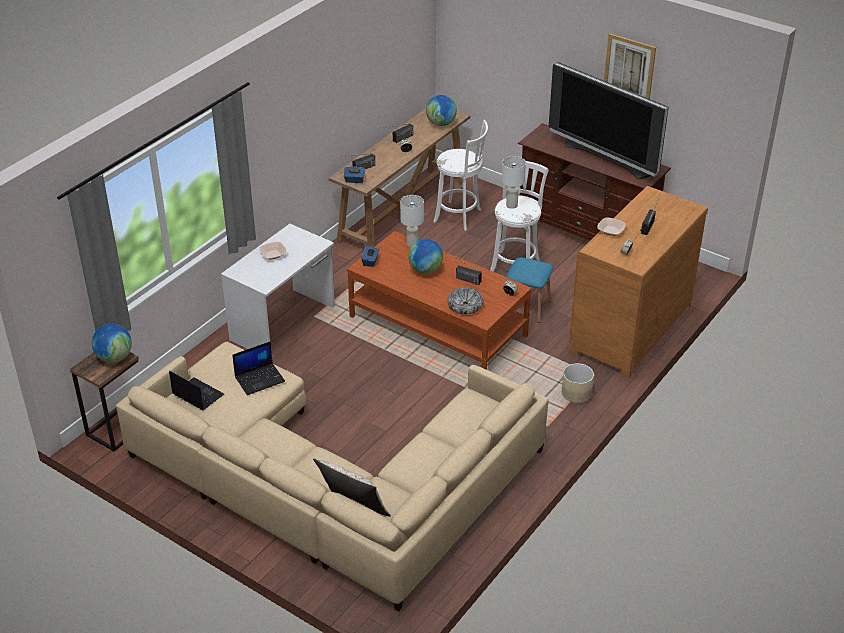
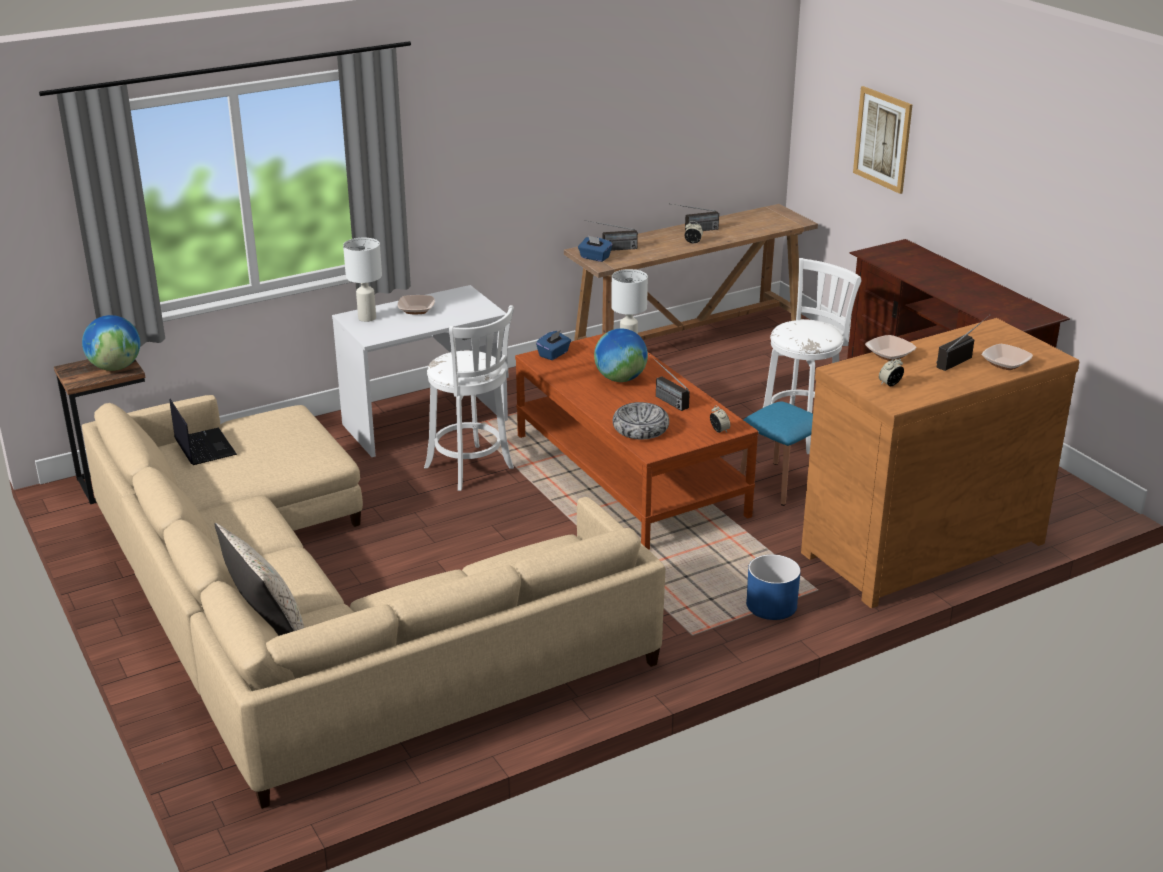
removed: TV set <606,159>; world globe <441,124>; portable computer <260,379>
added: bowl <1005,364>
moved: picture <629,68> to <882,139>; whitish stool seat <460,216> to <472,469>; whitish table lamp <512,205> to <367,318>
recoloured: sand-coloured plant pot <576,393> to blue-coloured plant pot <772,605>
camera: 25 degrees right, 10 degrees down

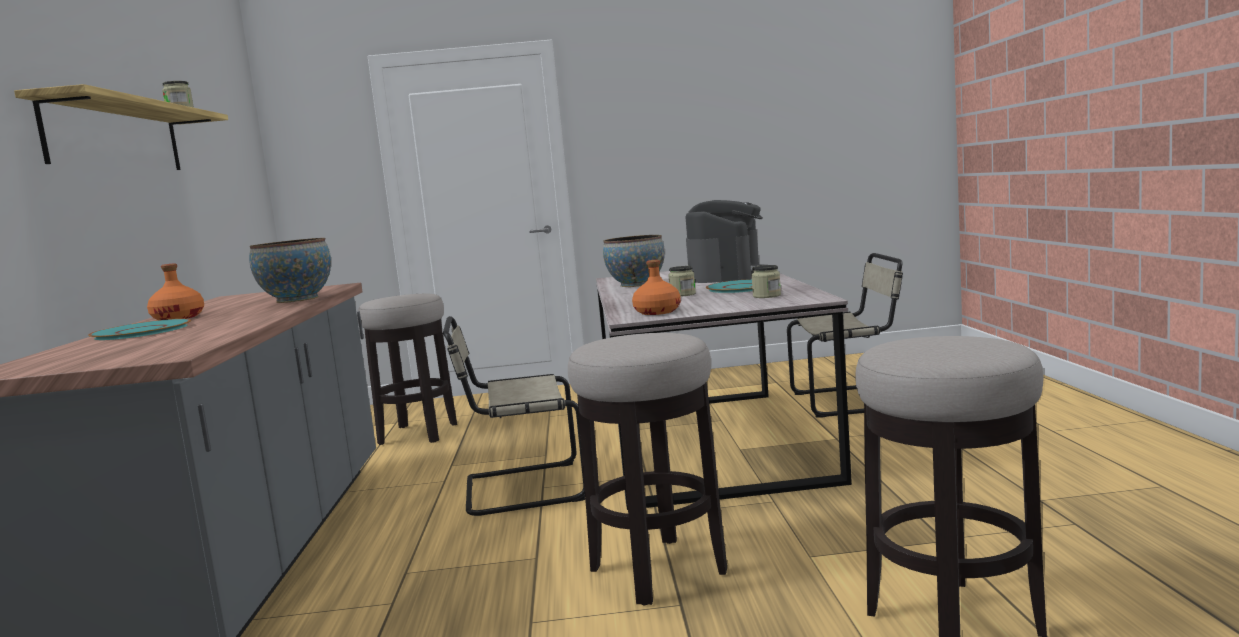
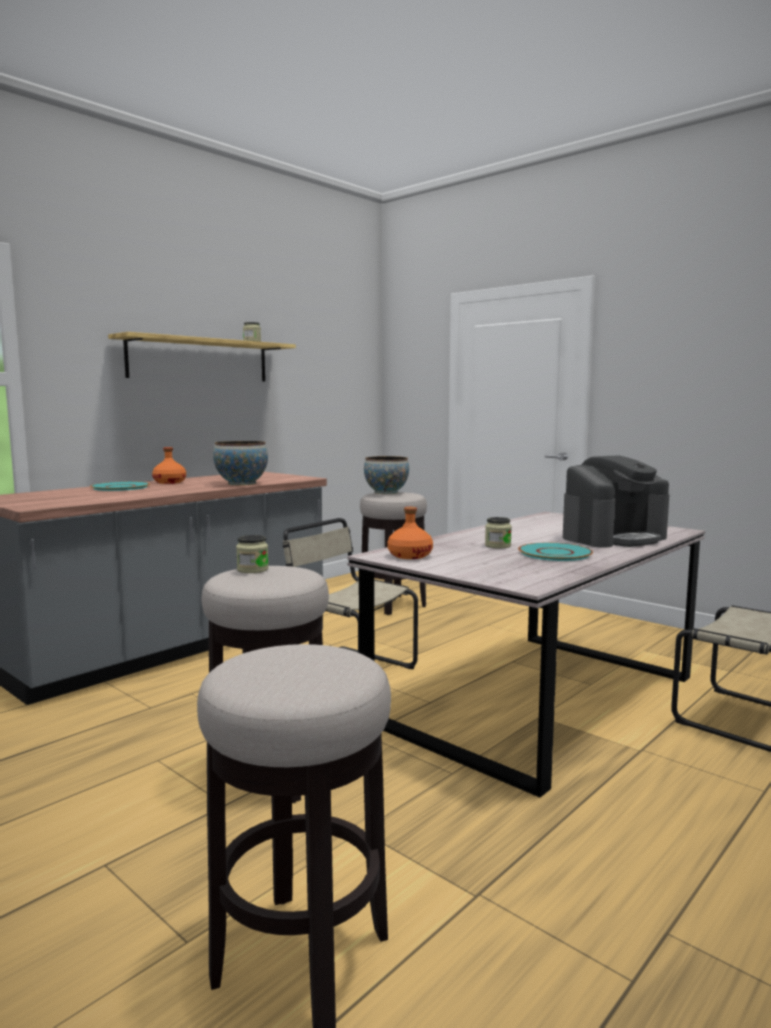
moved: bowl <636,284> to <386,492>; storage jar <767,296> to <252,569>
camera: 45 degrees right, 0 degrees up

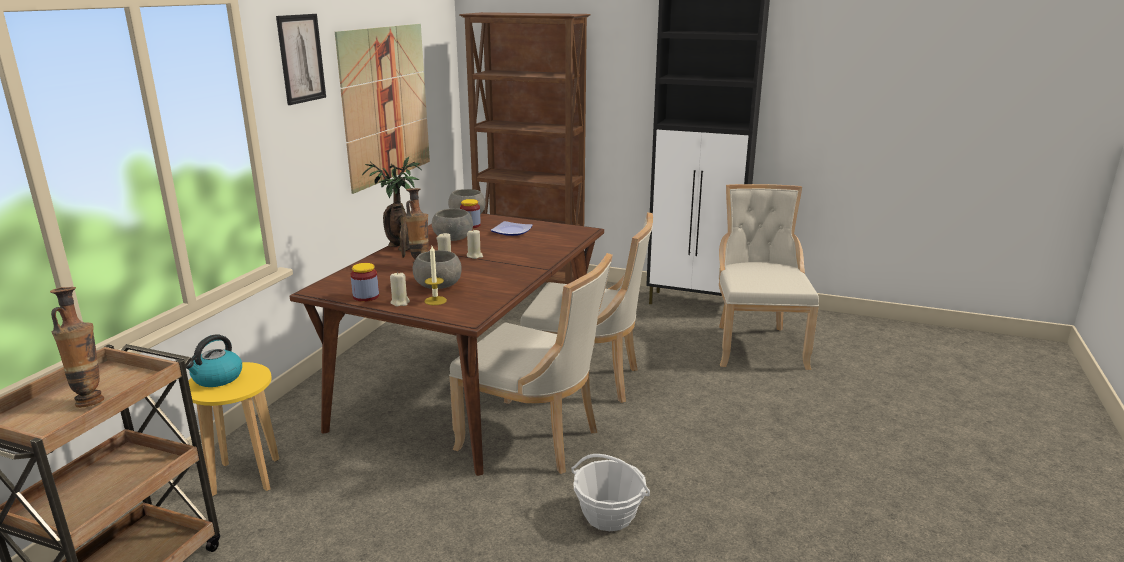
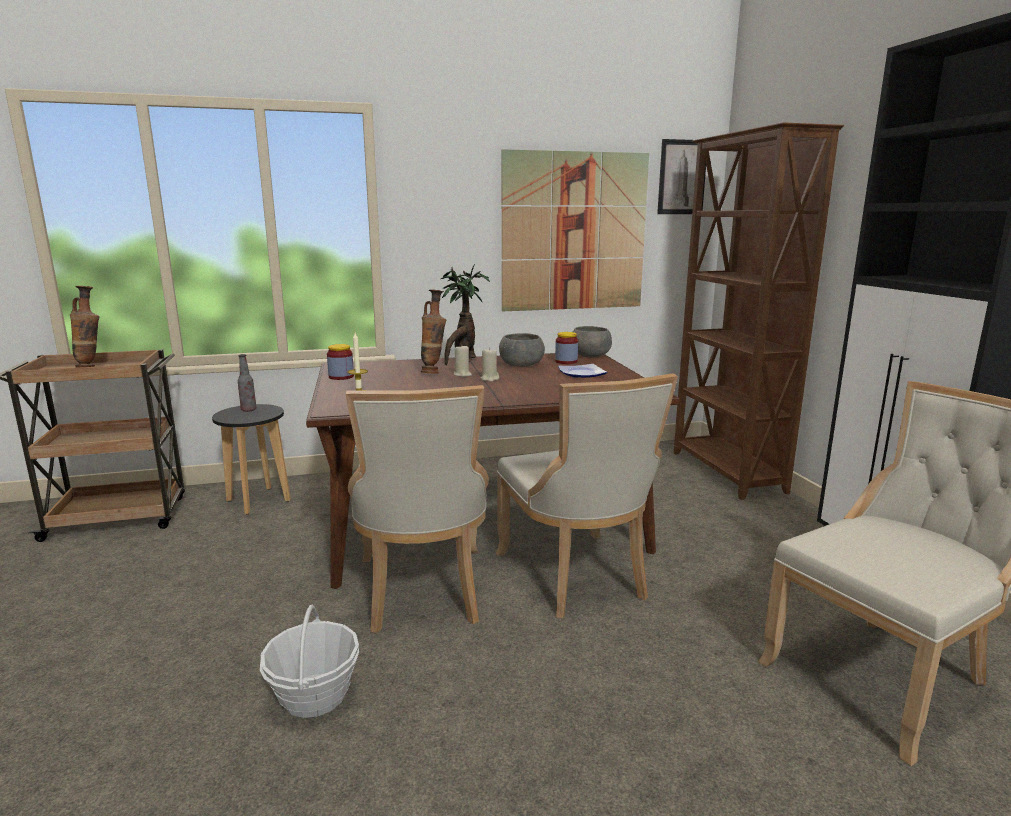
removed: greyish bowl <438,285>; sand-coloured candle <400,302>
moved: picture <301,58> to <682,177>
replaced: water kettle <217,378> to bottle <248,410>
recoloured: yellowish stool seat <245,477> to black-coloured stool seat <258,501>
camera: 55 degrees right, 5 degrees down

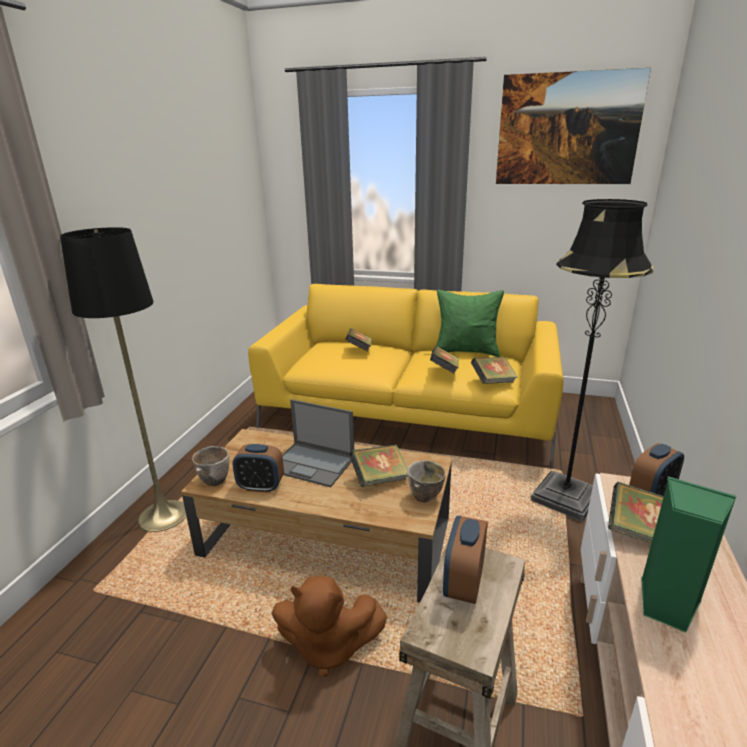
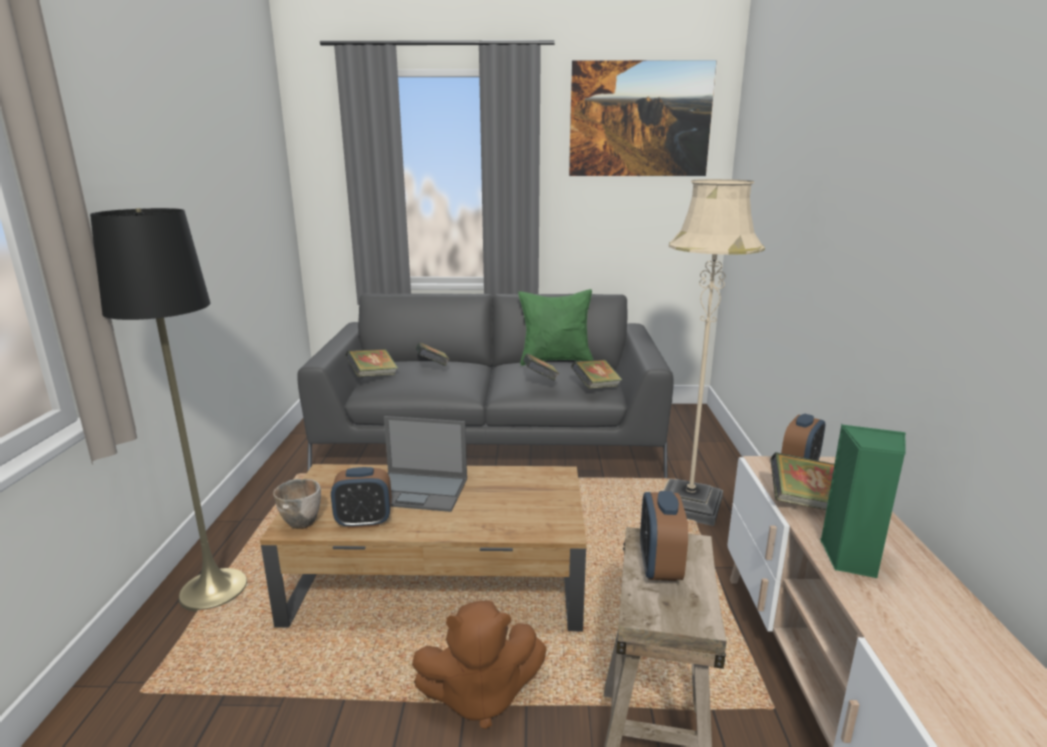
removed: bowl <424,498>
moved: volume <379,479> to <373,376>
recoloured: black-coloured standard lamp <565,498> to sand-coloured standard lamp <689,505>; yellowish couch <408,414> to greyish couch <492,440>
camera: 15 degrees left, 5 degrees down

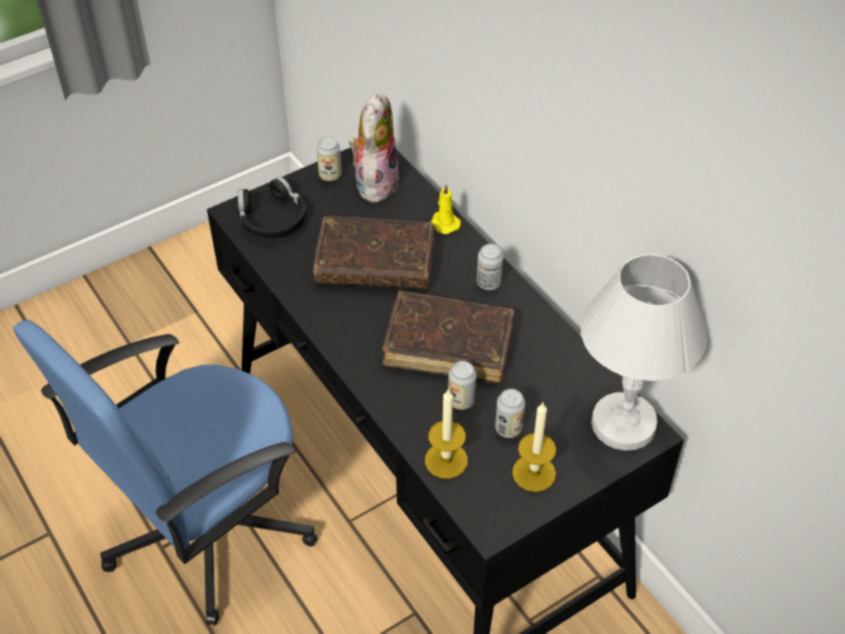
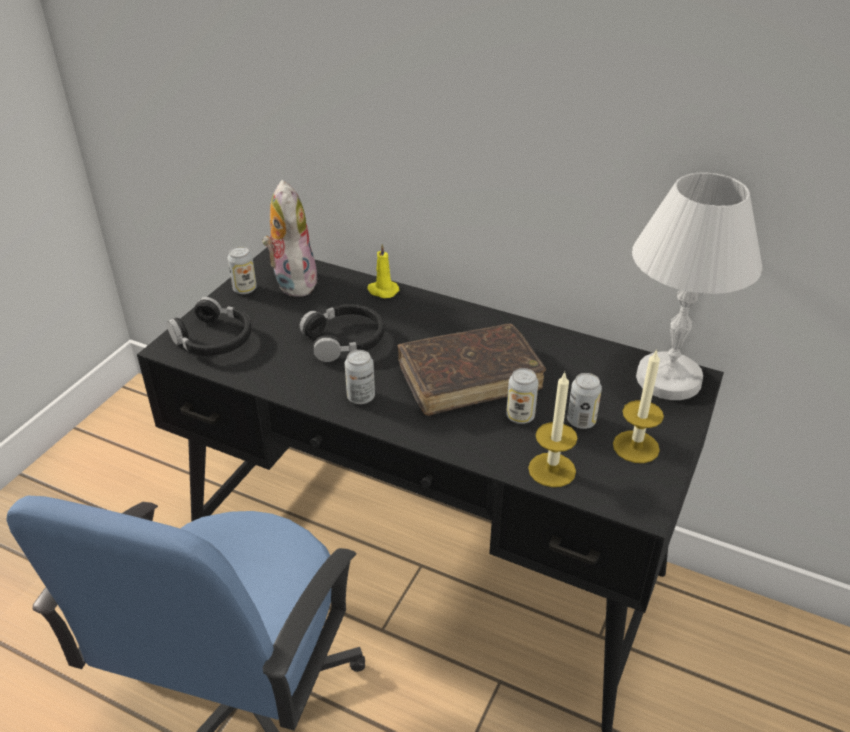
moved: sealed can <489,283> to <361,397>
replaced: brown volume <375,263> to black-coloured pair of headphones <345,340>
camera: 30 degrees left, 10 degrees down

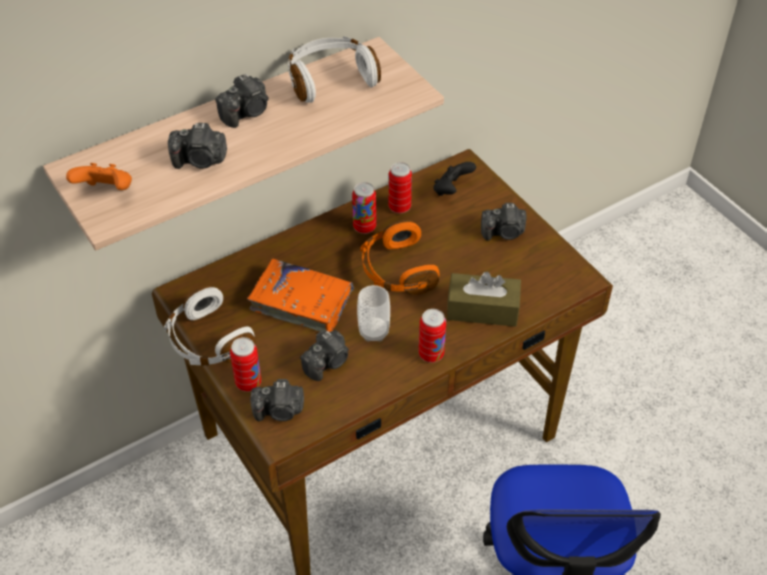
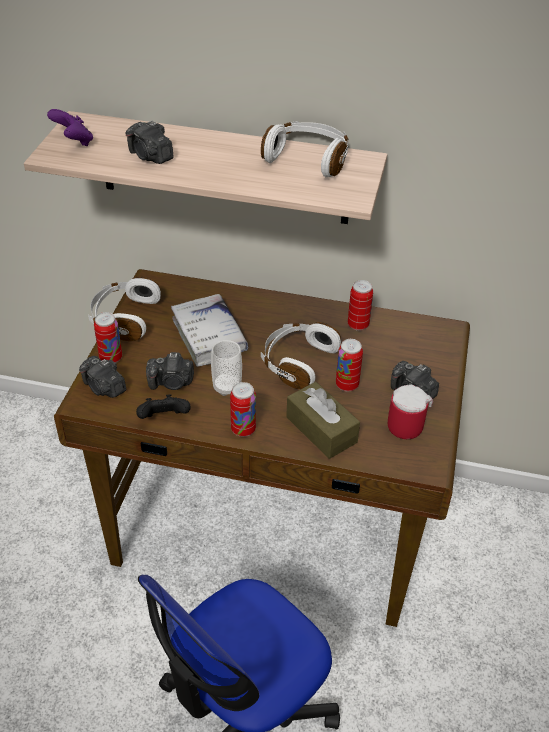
removed: photo camera <246,113>
added: tea mug <404,423>
moved: black-coloured gamepad <452,190> to <164,419>; sealed can <364,227> to <347,385>
recoloured: orangey gamepad <106,192> to purple gamepad <74,142>; orangey pair of headphones <396,271> to whitish pair of headphones <297,362>; orangey volume <301,302> to whitish volume <209,336>
camera: 45 degrees right, 5 degrees down

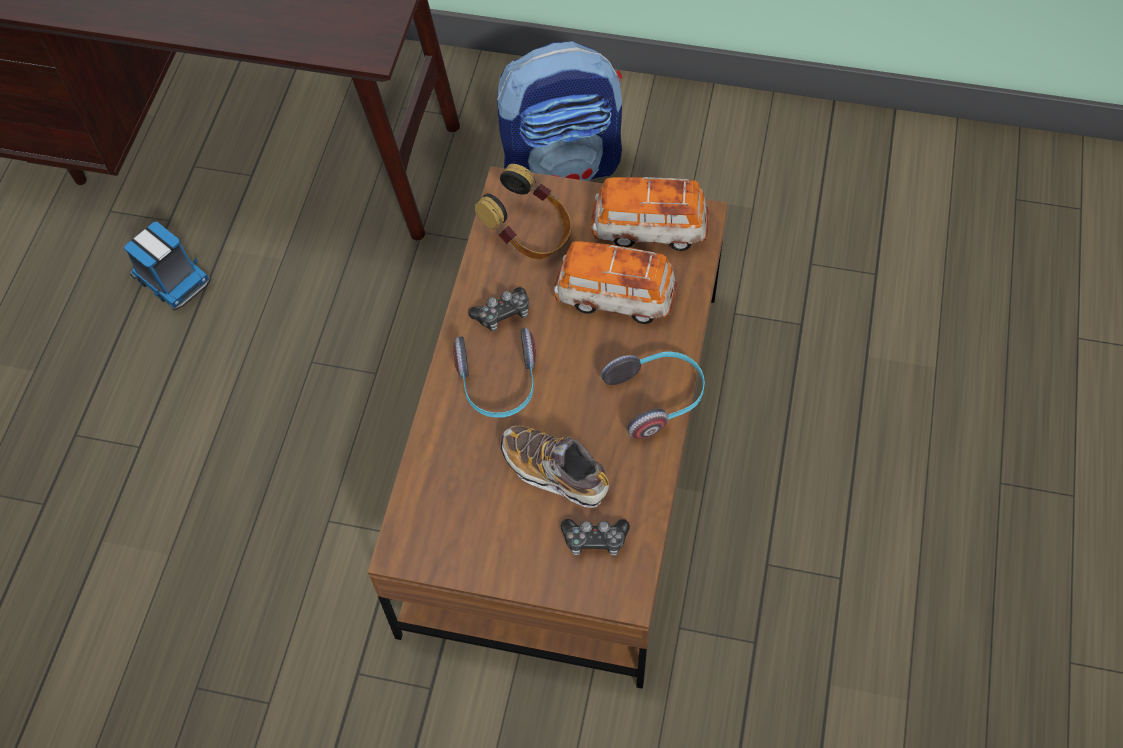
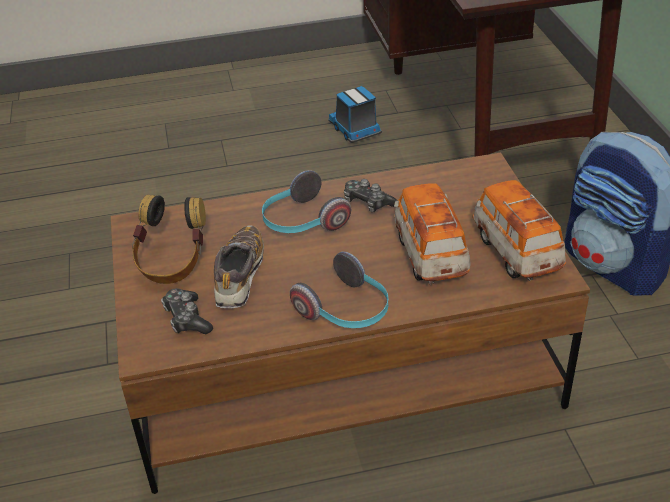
moved: pair of headphones <529,235> to <172,263>
turned: toy truck <171,279> = <355,129> 135 degrees clockwise
camera: 65 degrees right, 20 degrees down

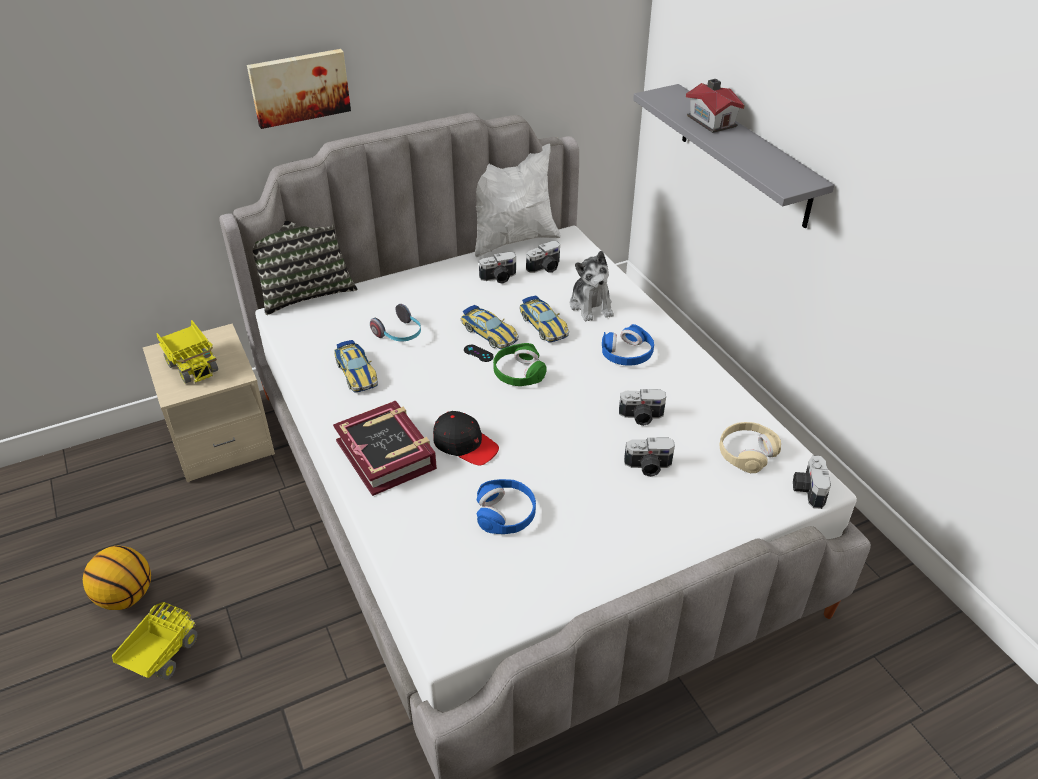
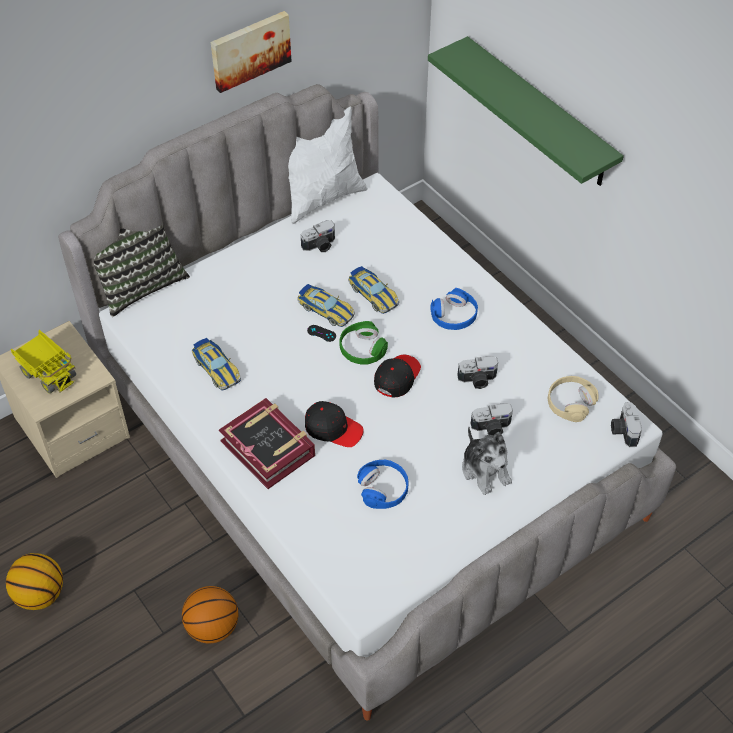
removed: model house <712,120>; photo camera <545,268>; pair of headphones <400,334>; toy truck <162,656>
added: black-coloured peaked cap <397,377>; ball for basketball <212,627>
moved: picture <299,87> to <249,50>; plush toy <591,305> to <485,470>
recoloured: greyish shelf <745,155> to green-coloured shelf <539,113>
camera: 10 degrees left, 10 degrees up

